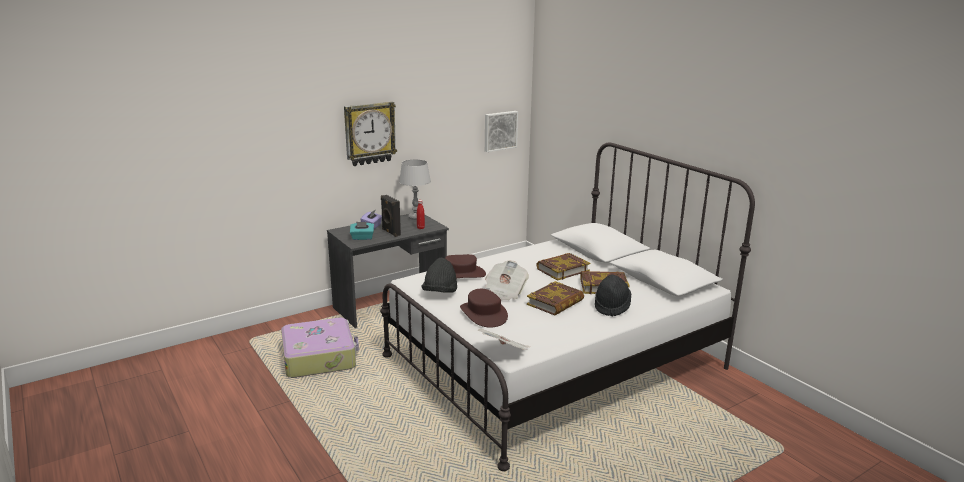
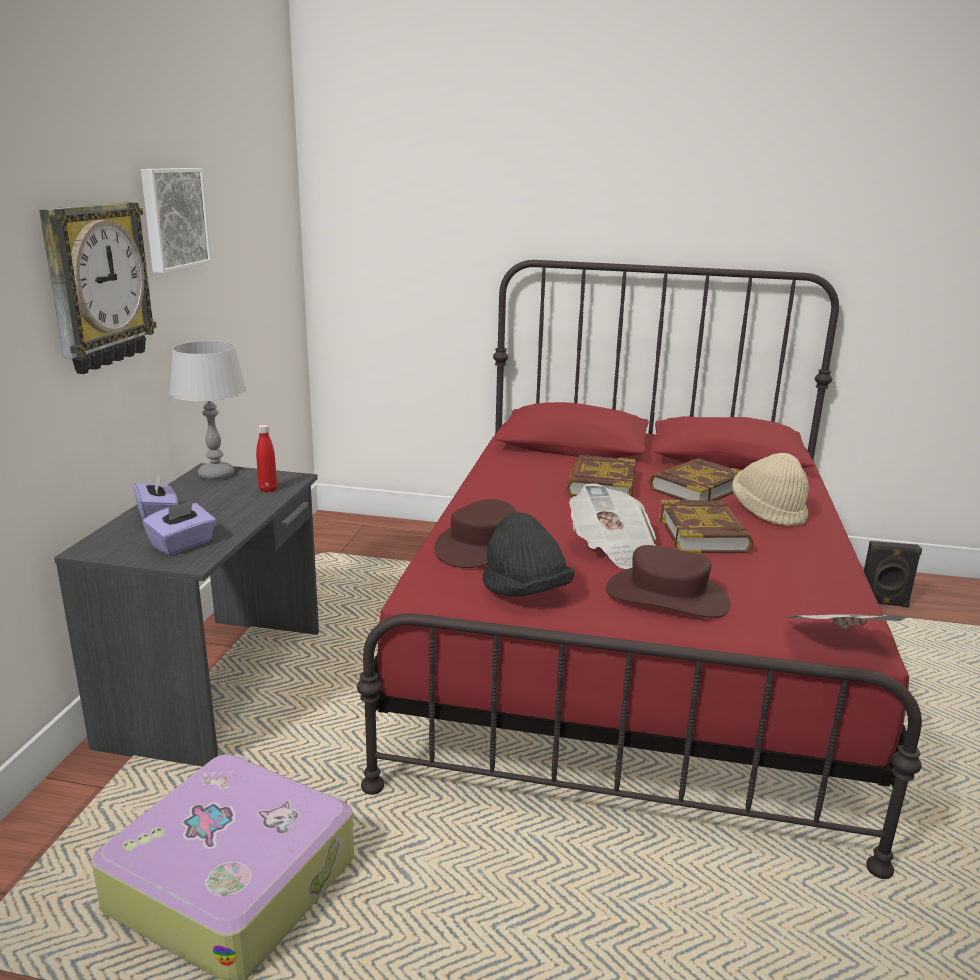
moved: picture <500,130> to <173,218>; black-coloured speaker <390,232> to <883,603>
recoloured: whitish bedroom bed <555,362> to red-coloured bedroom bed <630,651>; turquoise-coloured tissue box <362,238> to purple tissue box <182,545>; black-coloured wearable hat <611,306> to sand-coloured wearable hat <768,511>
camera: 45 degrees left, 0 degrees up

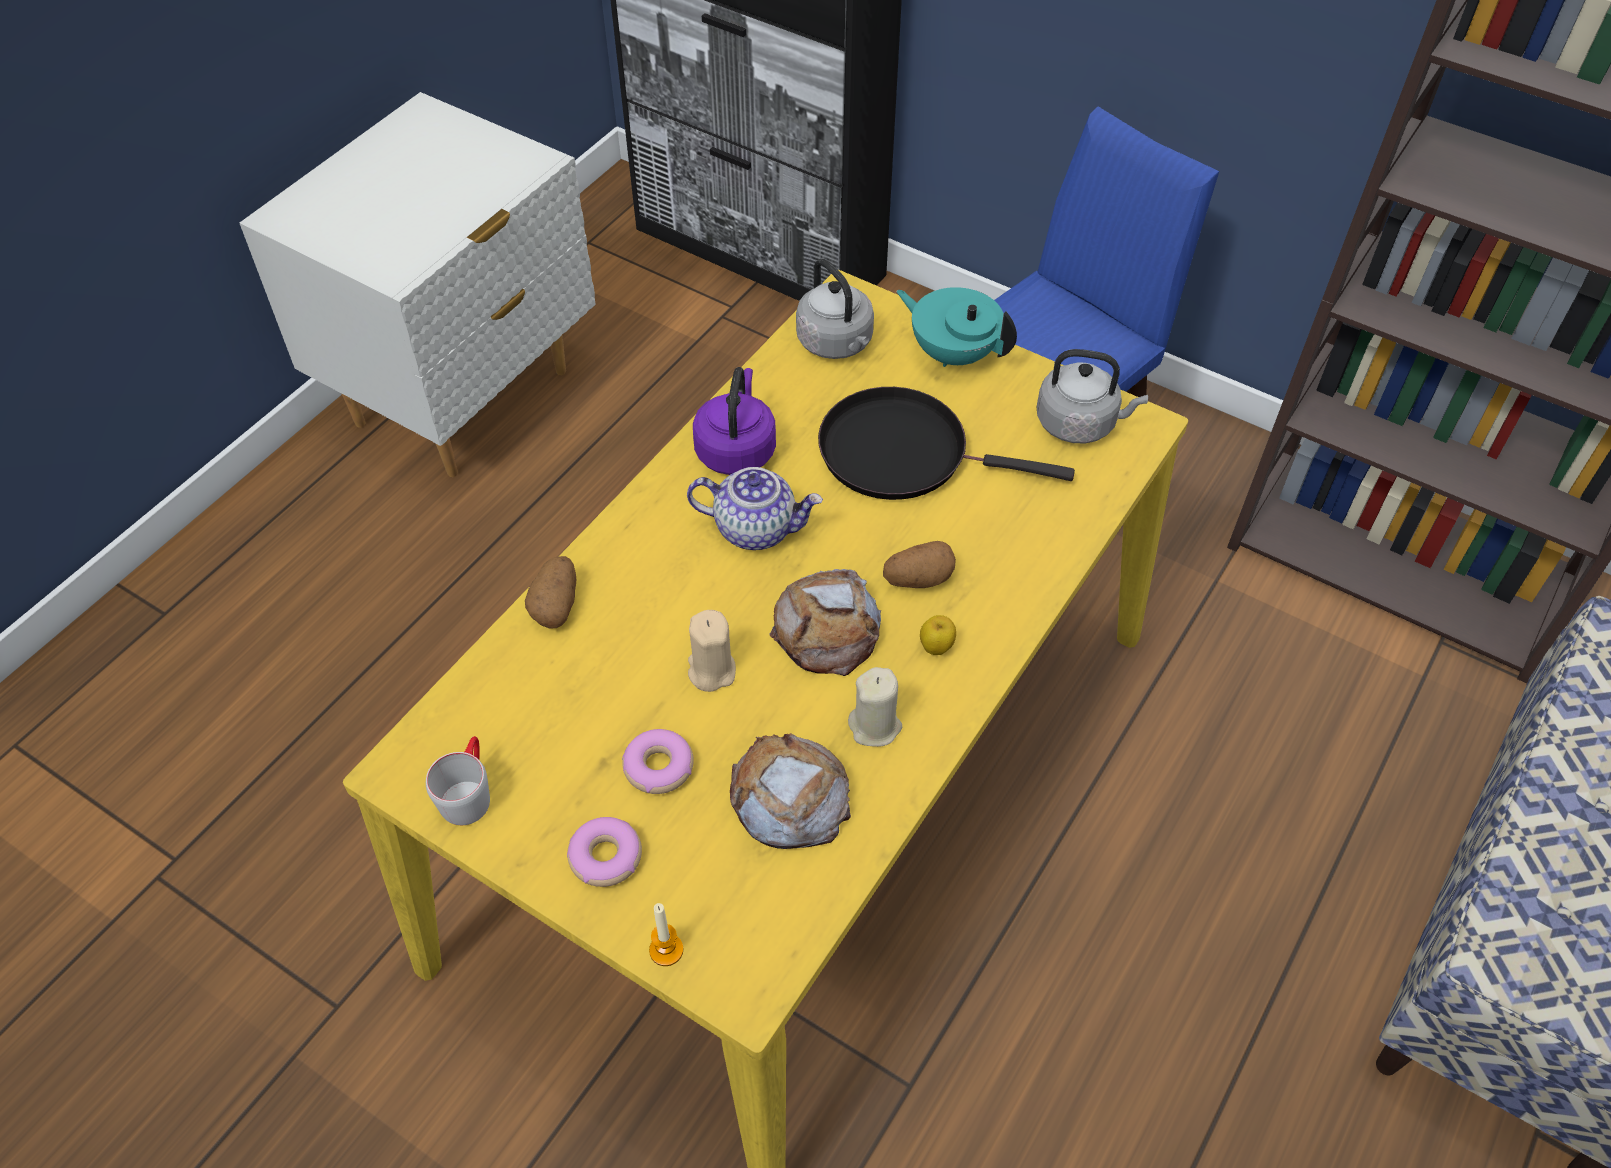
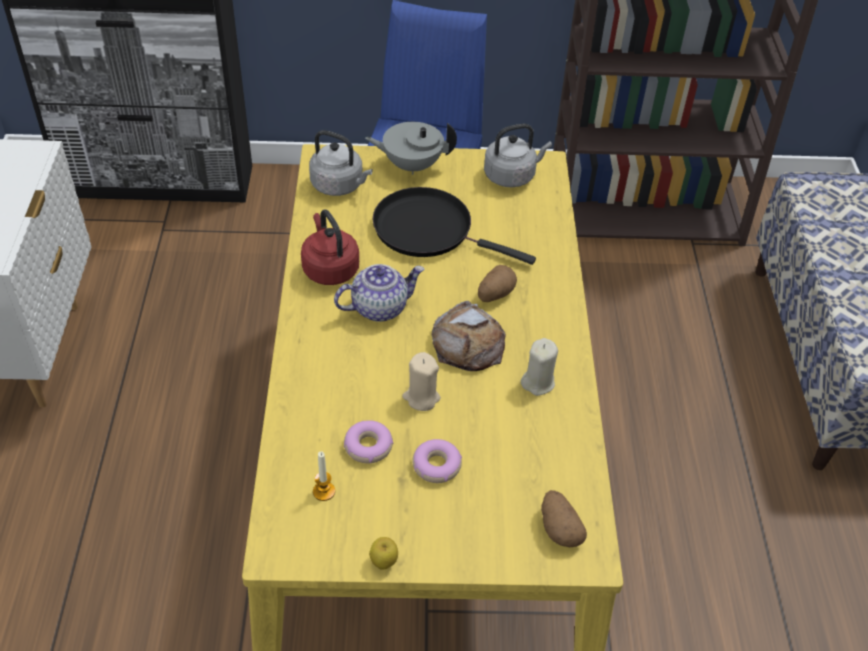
removed: bakery bread <788,797>; greyish tea mug <468,792>
moved: potato <556,604> to <559,528>; whole apple <936,648> to <384,562>; donut <605,857> to <368,446>; candle <666,950> to <324,491>
recoloured: turquoise-coloured tea pot <953,353> to greyish tea pot <411,165>; purple water kettle <736,449> to red-coloured water kettle <329,268>
turned: black-coloured pan <903,452> = <429,230> 45 degrees clockwise
camera: 35 degrees left, 5 degrees down

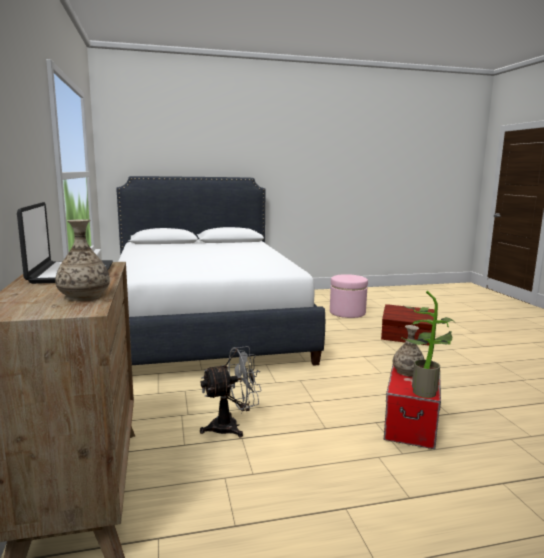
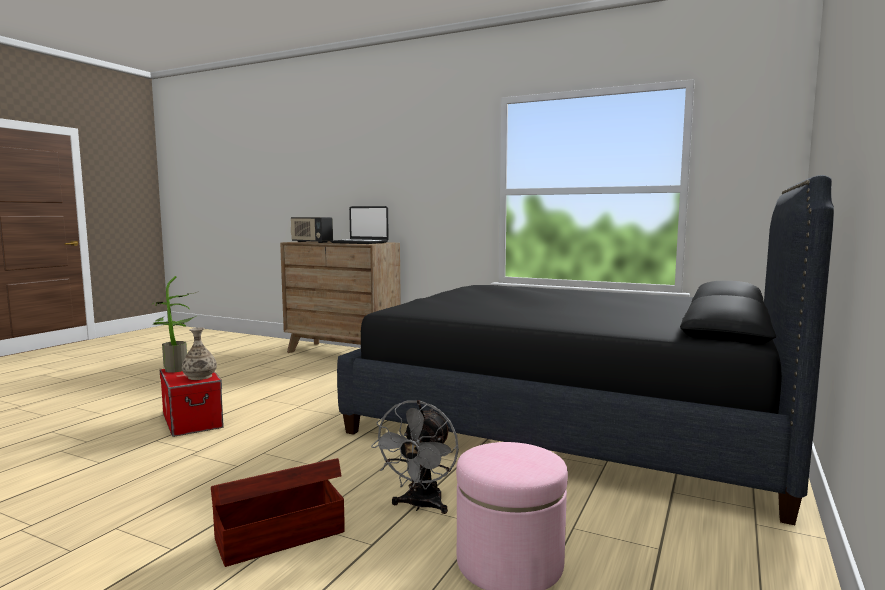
moved: greyish electric fan <231,427> to <420,506>
replaced: flower vase <84,296> to radio <311,242>
recoloured: whitish bedroom bed <205,326> to black-coloured bedroom bed <573,421>
camera: 130 degrees right, 5 degrees down

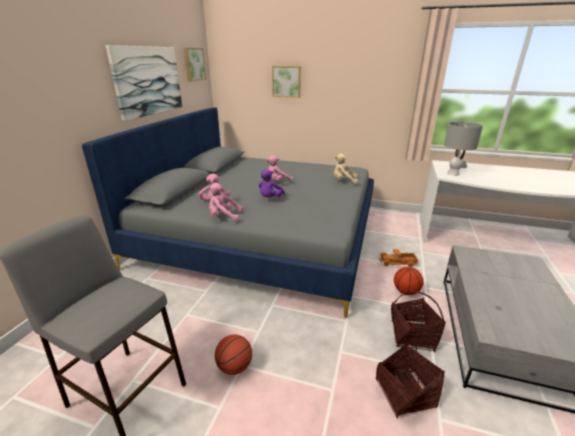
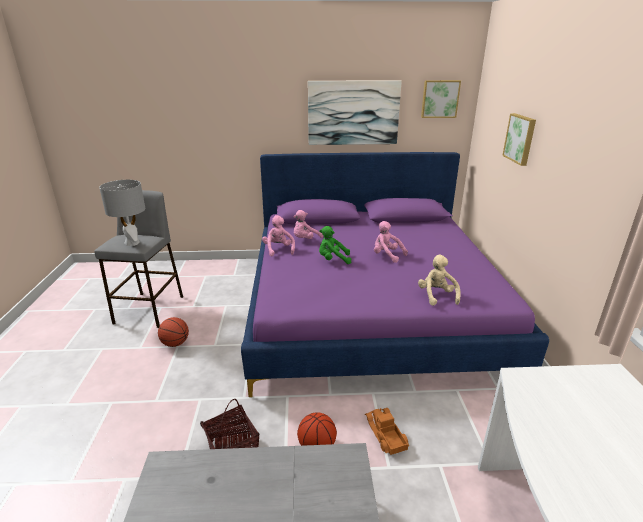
removed: basket <404,393>
moved: greyish table lamp <453,173> to <132,243>
recoloured: greyish bedroom bed <263,235> to purple bedroom bed <370,308>; purple plush toy <270,198> to green-coloured plush toy <333,260>
camera: 70 degrees right, 0 degrees up

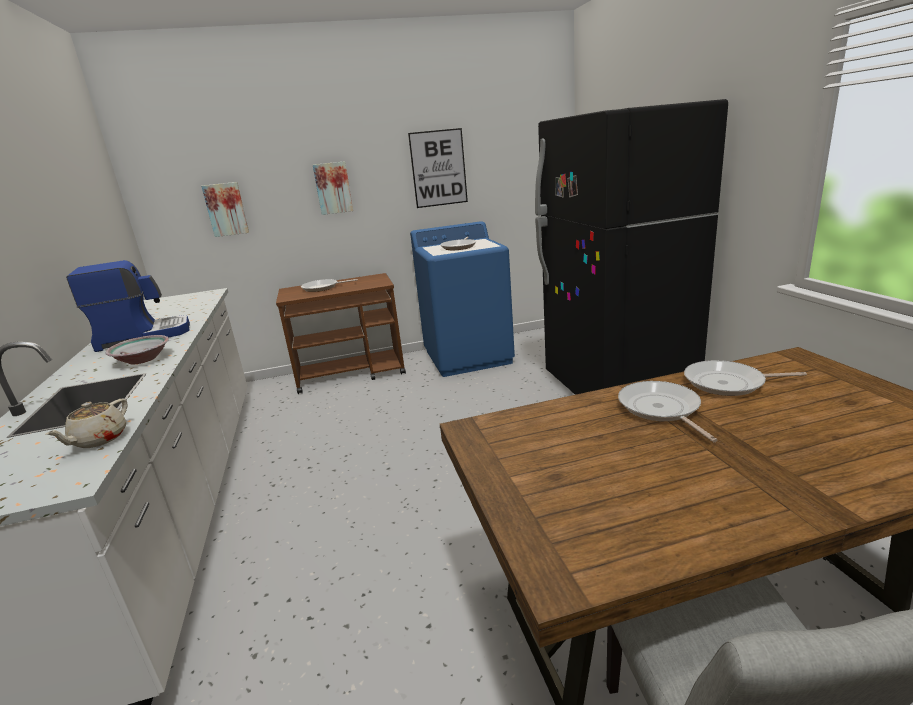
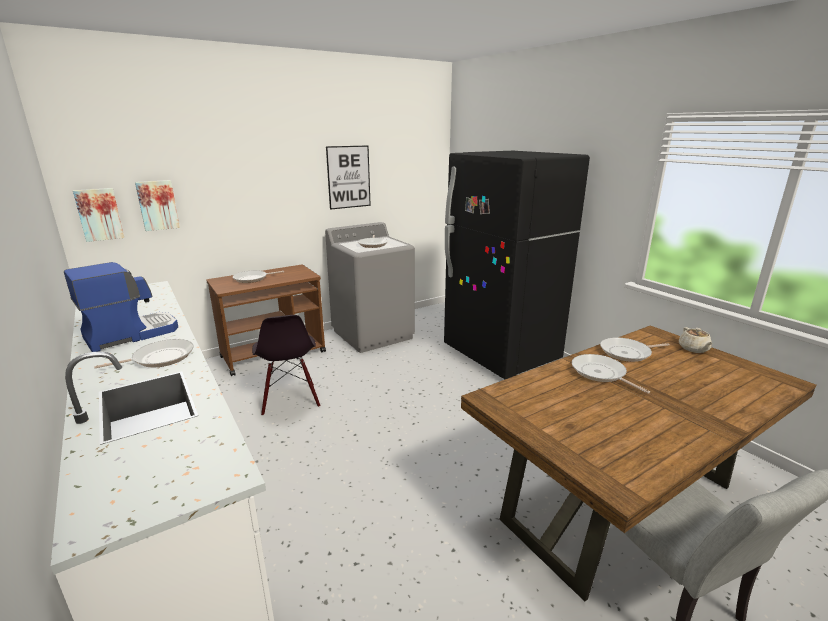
added: black-coloured chair <290,400>
moved: picture <333,188> to <99,214>; sand-coloured tea pot <99,440> to <693,349>
replaced: bowl <142,359> to pan <160,358>
recoloured: blue-coloured laundry appliance <468,357> to greyish laundry appliance <373,334>
camera: 20 degrees left, 0 degrees up

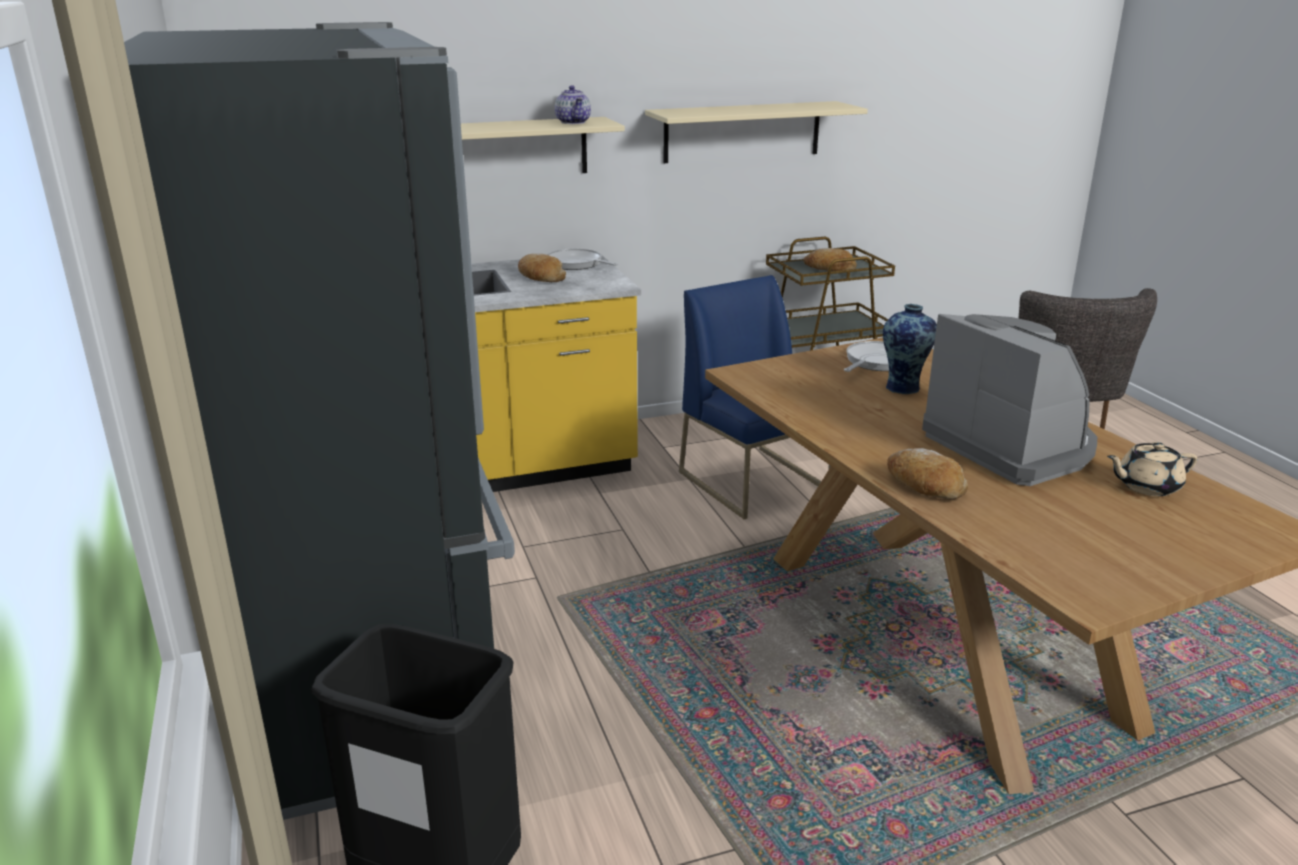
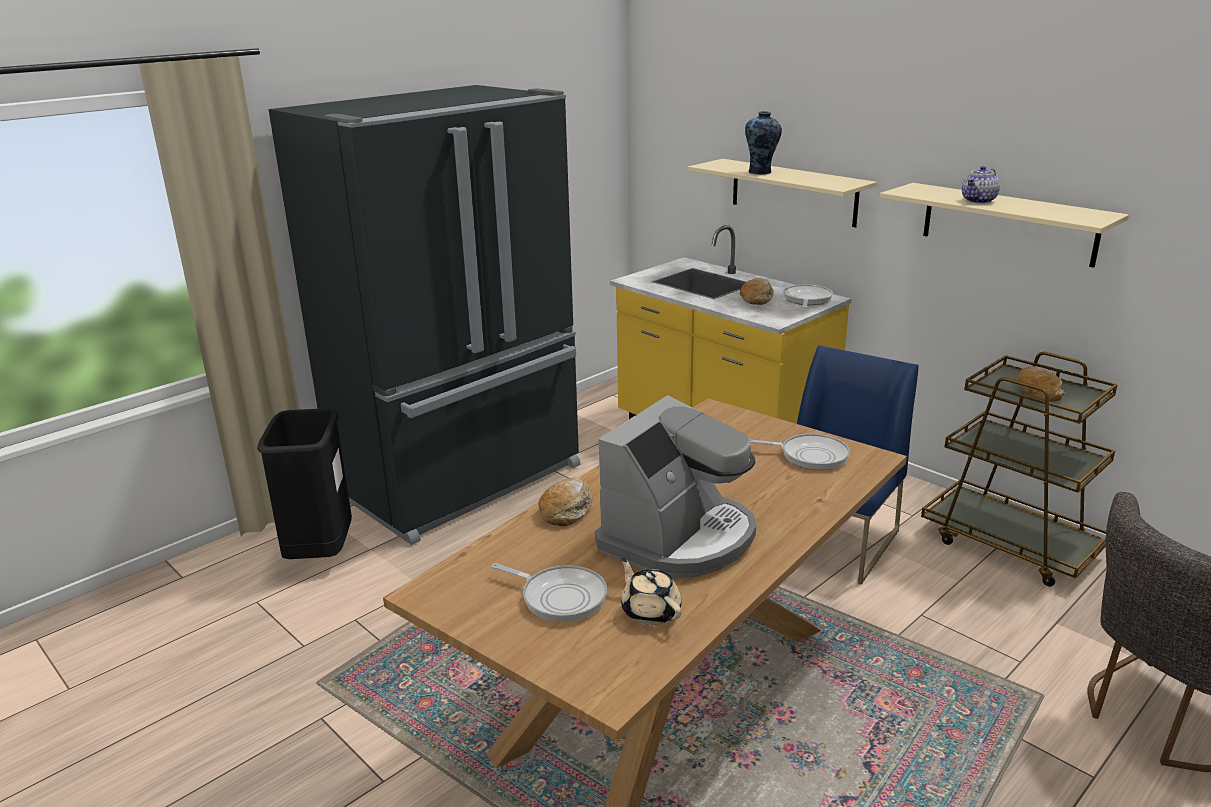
added: pan <559,597>
moved: tea pot <573,122> to <979,201>; flower vase <904,387> to <761,172>
camera: 65 degrees right, 0 degrees up

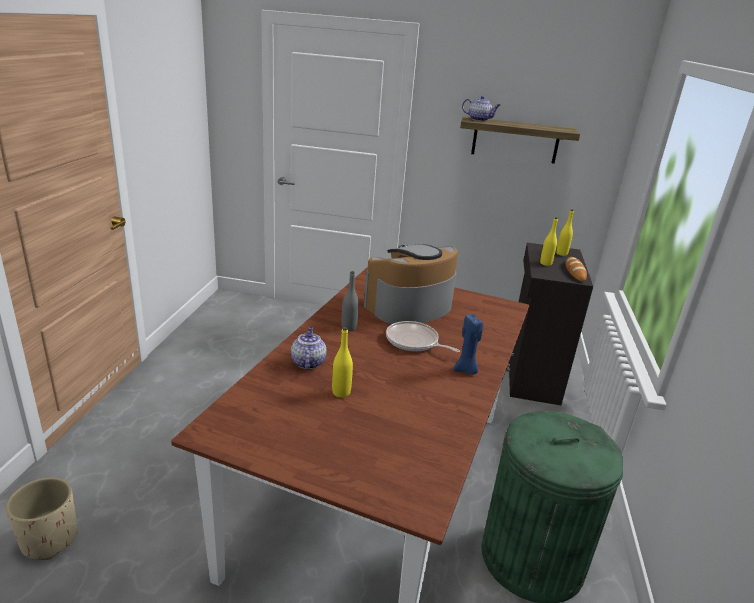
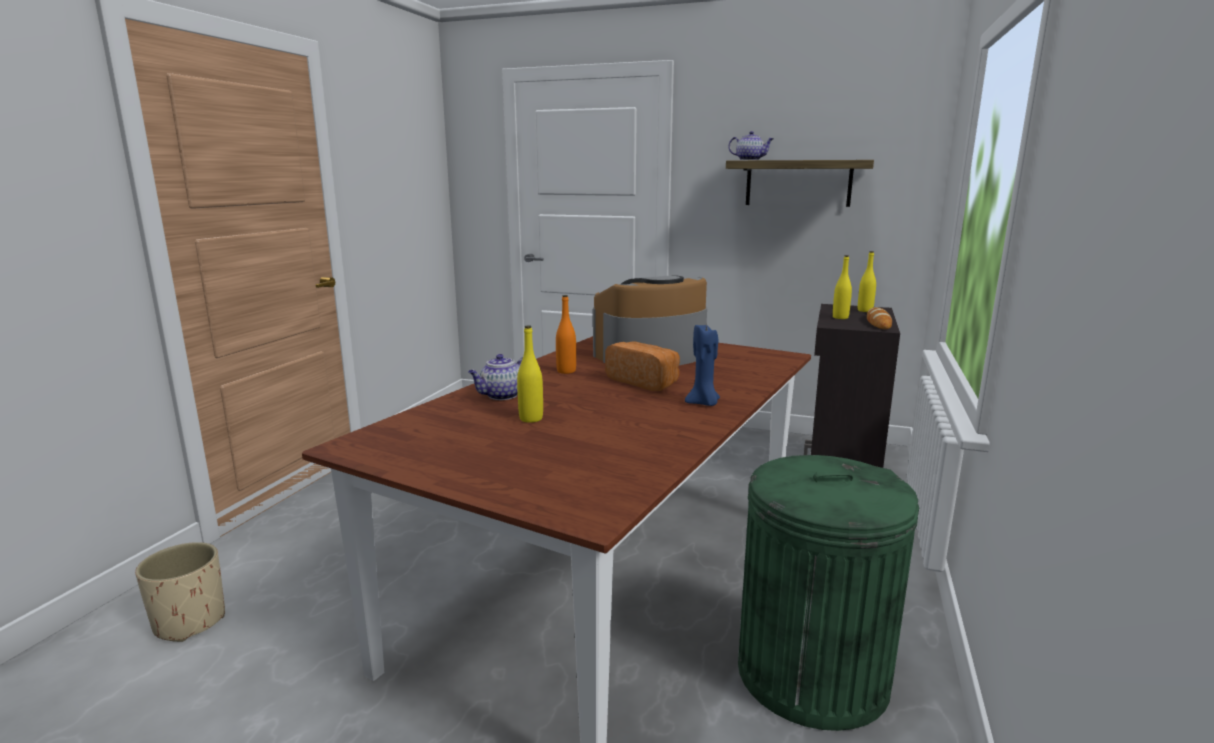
replaced: pan <414,342> to bakery bread <644,381>
recoloured: greyish bottle <349,328> to orangey bottle <566,371>
turned: tea pot <308,362> = <501,396> 135 degrees counterclockwise
camera: 10 degrees right, 10 degrees down

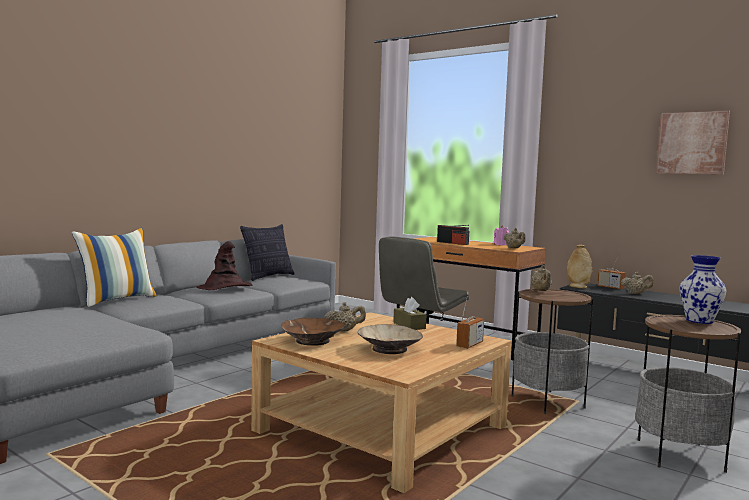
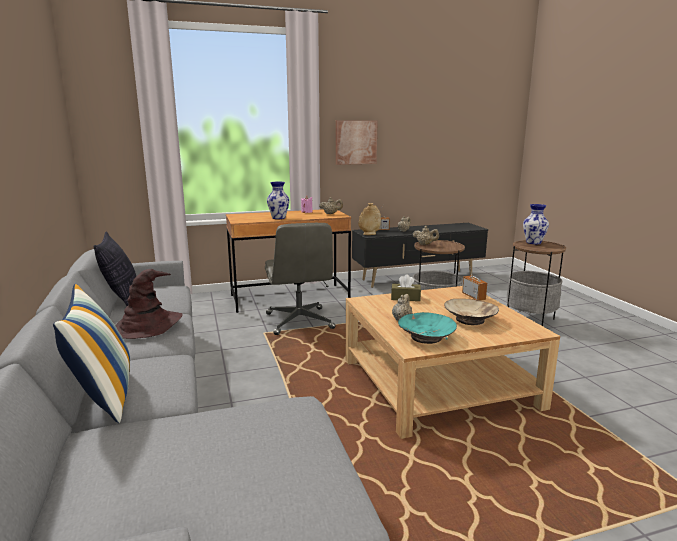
moved: picture <692,143> to <356,142>
replaced: radio <452,243> to flower vase <279,218>
recoloured: brown bowl <312,341> to turquoise-coloured bowl <426,337>
camera: 55 degrees left, 10 degrees up

